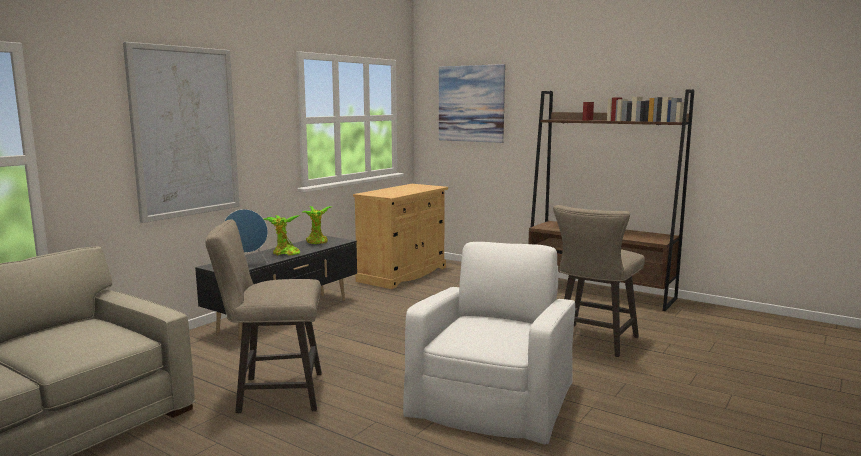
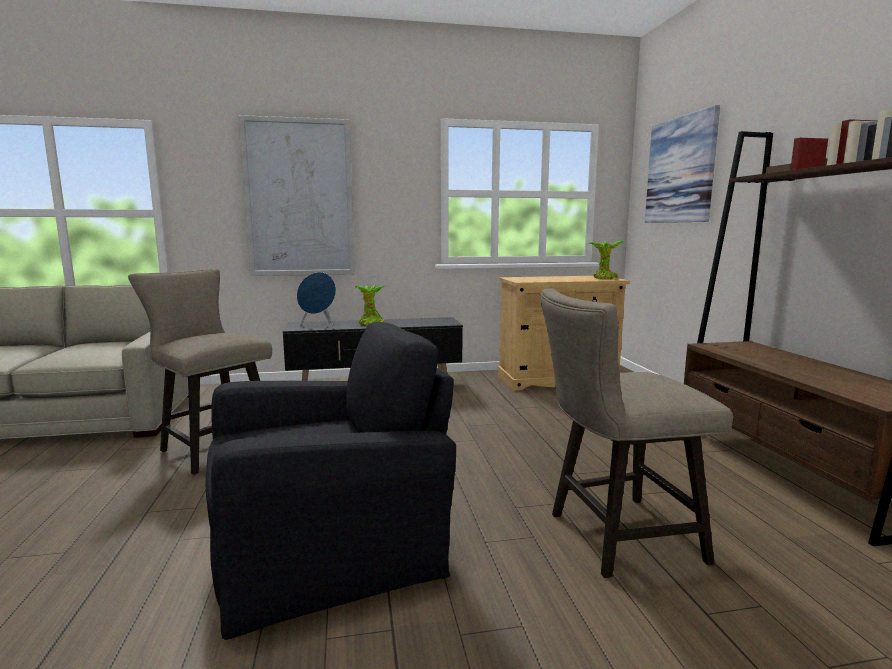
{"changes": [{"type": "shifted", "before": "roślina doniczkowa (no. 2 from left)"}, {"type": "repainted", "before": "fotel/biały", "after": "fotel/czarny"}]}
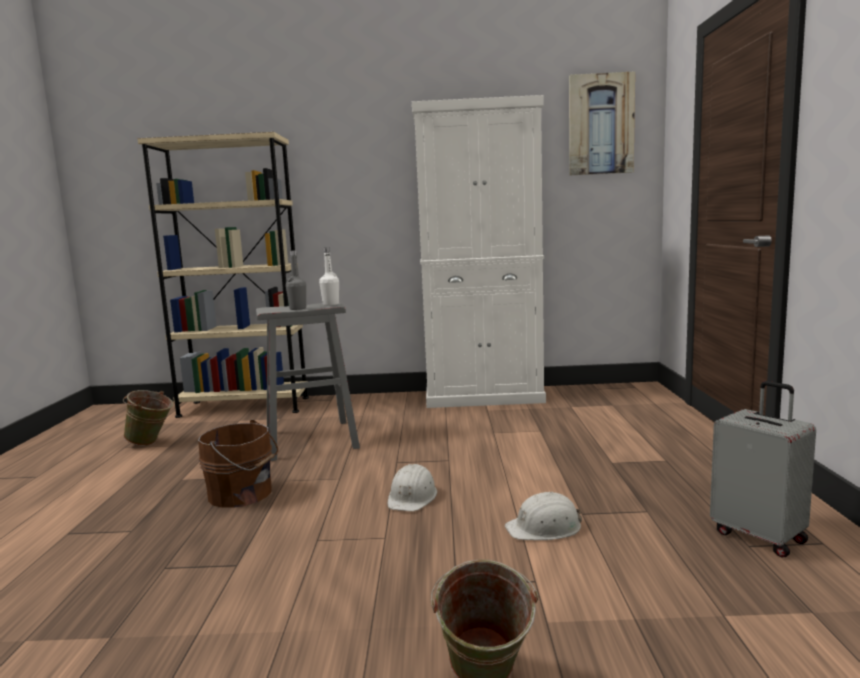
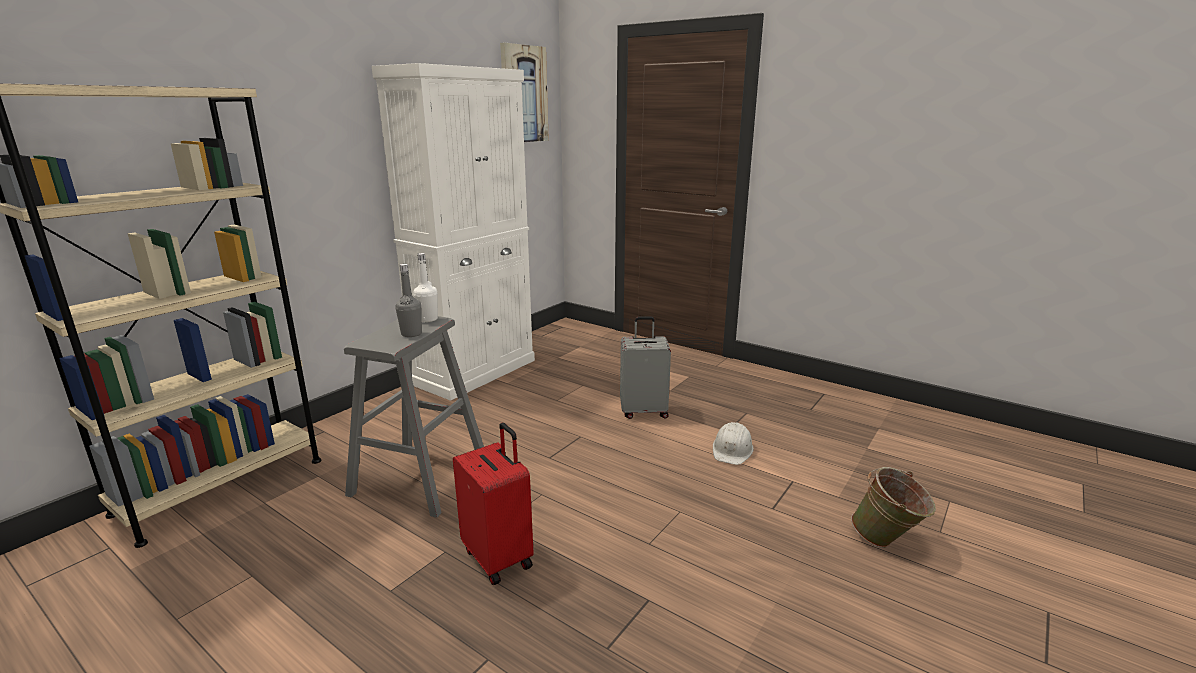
{"changes": [{"type": "shifted", "before": "walizka/szary"}, {"type": "gone", "before": "wiadro/zielony (no. 1 from left)"}, {"type": "swapped", "before": "wiadro/brązowy", "after": "walizka/czerwony"}, {"type": "gone", "before": "kask/biały (no. 1 from left)"}]}
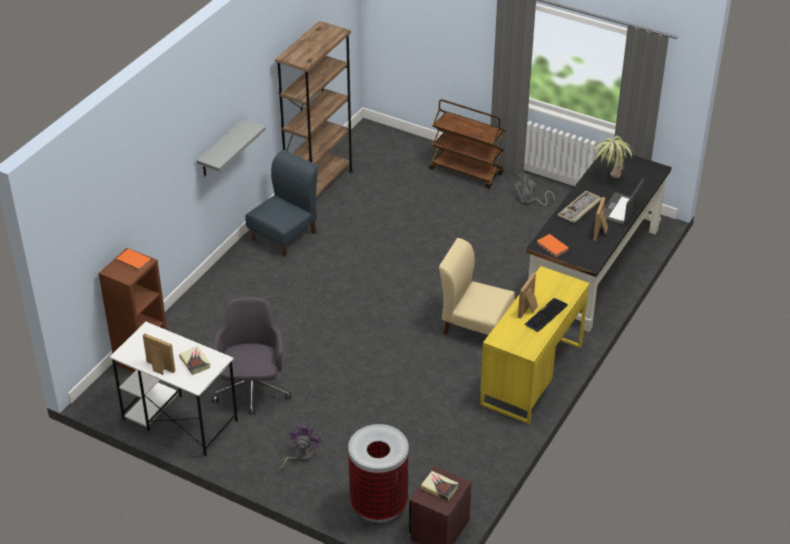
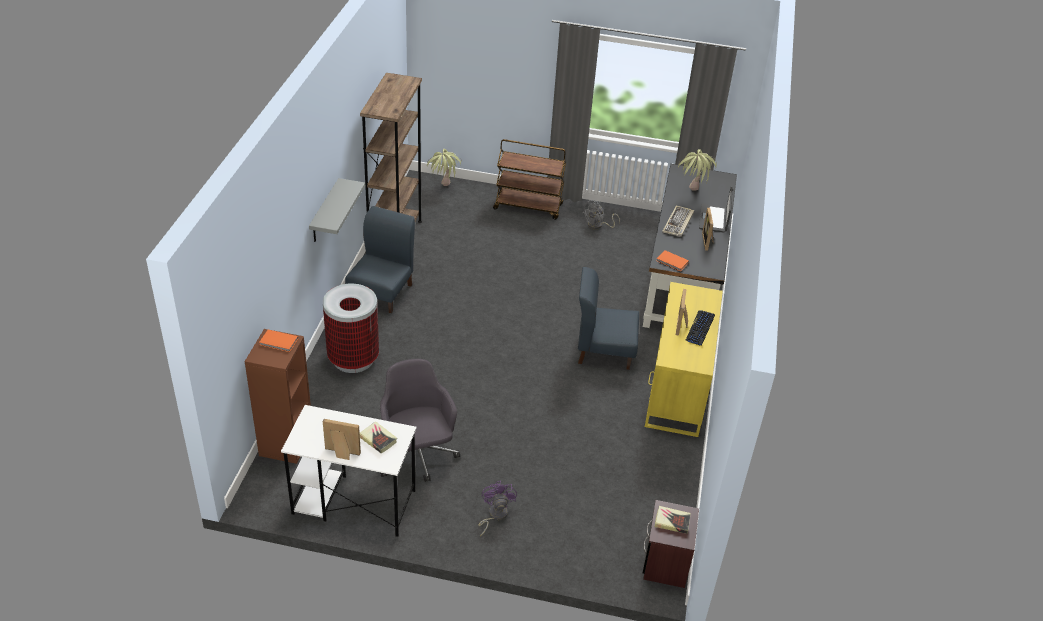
{"changes": [{"type": "repainted", "before": "krzesło/beżowy", "after": "krzesło/niebieski (no. 2 from left)"}, {"type": "shifted", "before": "kosz na śmieci"}, {"type": "new", "after": "roślina doniczkowa (no. 1 from left)"}]}
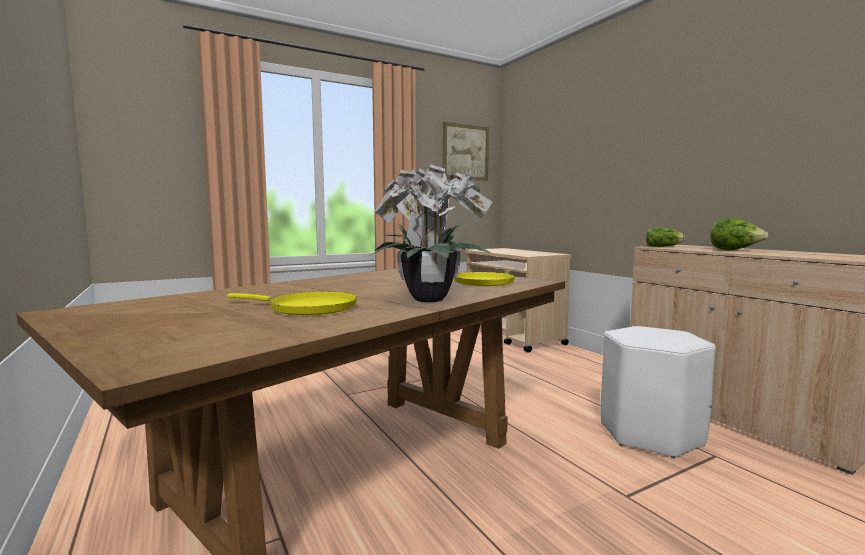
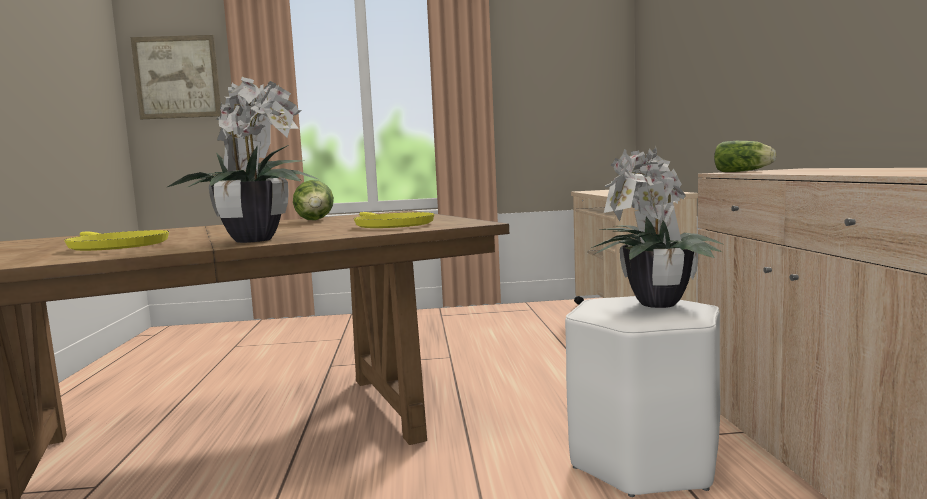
{"changes": [{"type": "shifted", "before": "obraz"}, {"type": "shifted", "before": "sałata (no. 2 from left in the first image)", "after": "sałata (no. 1 from left)"}, {"type": "new", "after": "roślina doniczkowa (no. 2 from left)"}]}
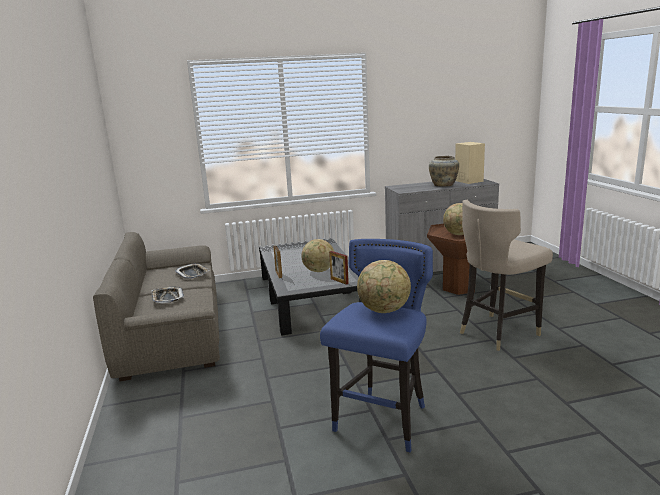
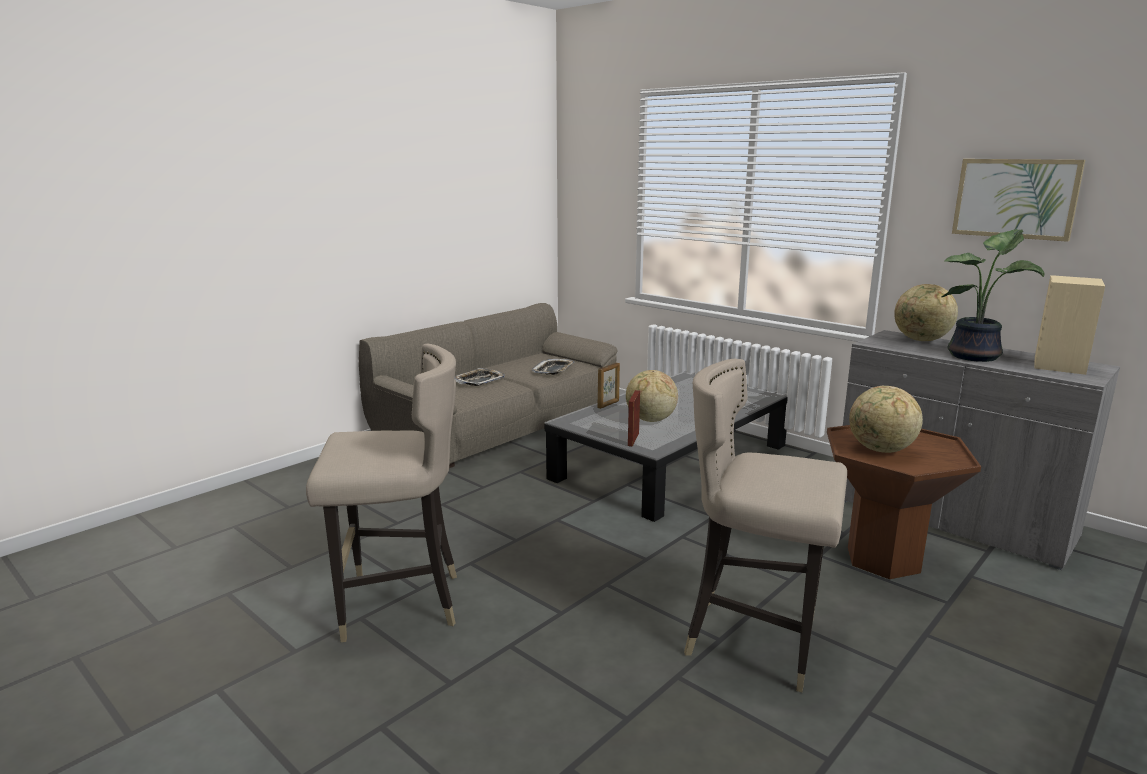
{"changes": [{"type": "swapped", "before": "wazon/beżowy", "after": "roślina doniczkowa"}, {"type": "repainted", "before": "stołek/niebieski", "after": "stołek/beżowy (no. 1 from left)"}, {"type": "shifted", "before": "globus (no. 2 from left in the first image)", "after": "globus (no. 3 from left)"}, {"type": "new", "after": "obraz"}]}
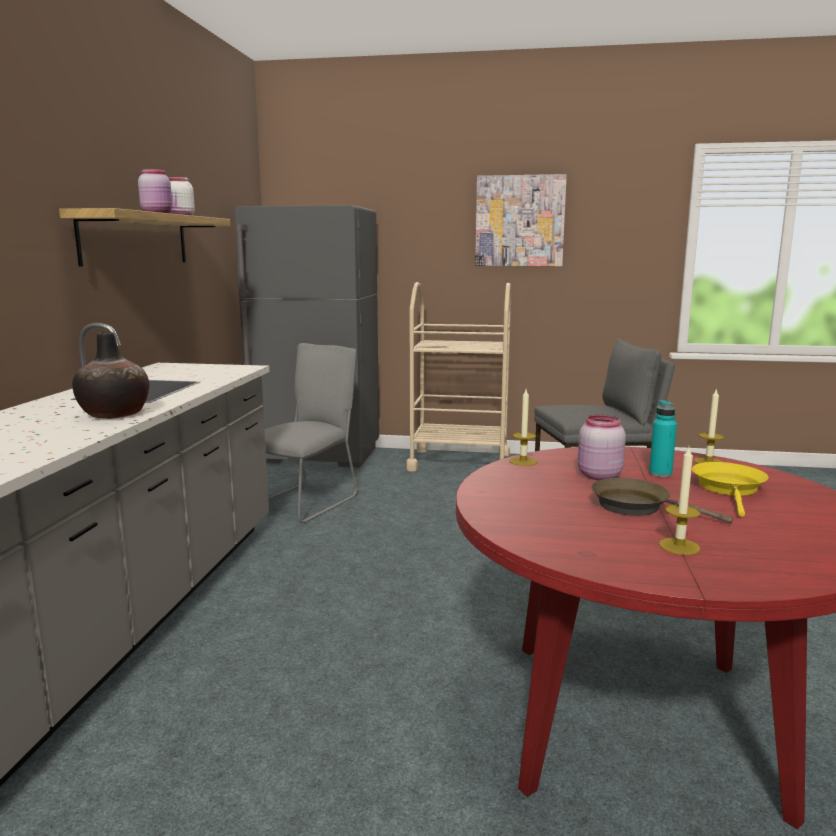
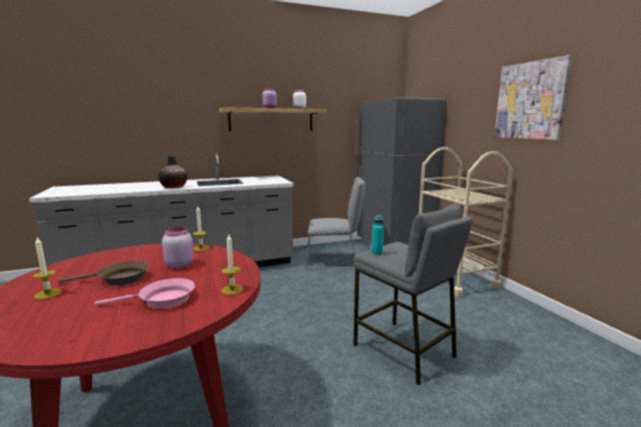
{"changes": [{"type": "shifted", "before": "butelka/turkusowy"}, {"type": "repainted", "before": "patelnia/żółty", "after": "patelnia/różowy"}, {"type": "rotated", "before": "patelnia/brązowy", "turn": 75}]}
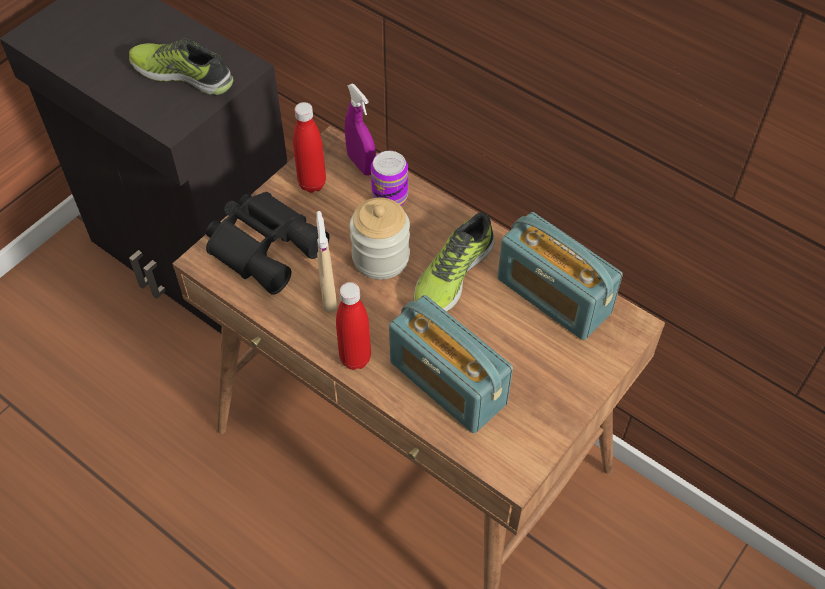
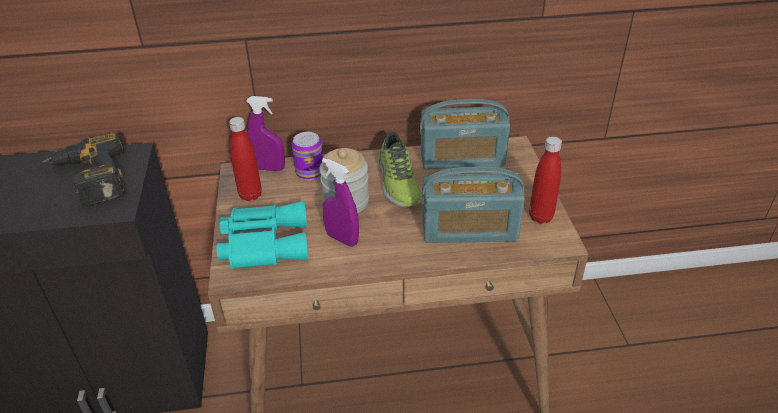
{"changes": [{"type": "swapped", "before": "but (no. 1 from left)", "after": "wiertarka"}, {"type": "repainted", "before": "lornetka/czarny", "after": "lornetka/turkusowy"}, {"type": "repainted", "before": "spryskiwacz/beżowy", "after": "spryskiwacz/fioletowy (no. 2 from left)"}, {"type": "shifted", "before": "butelka/czerwony (no. 2 from left)"}]}
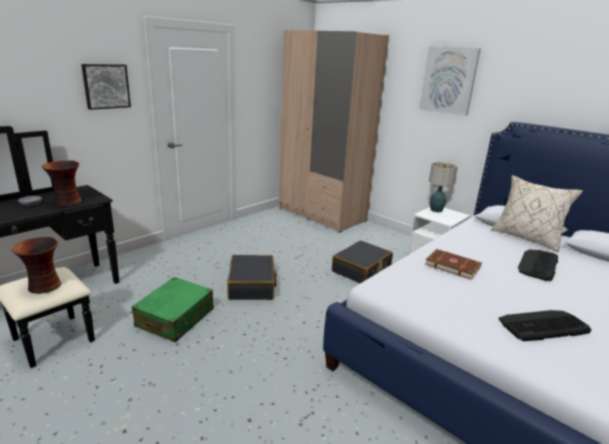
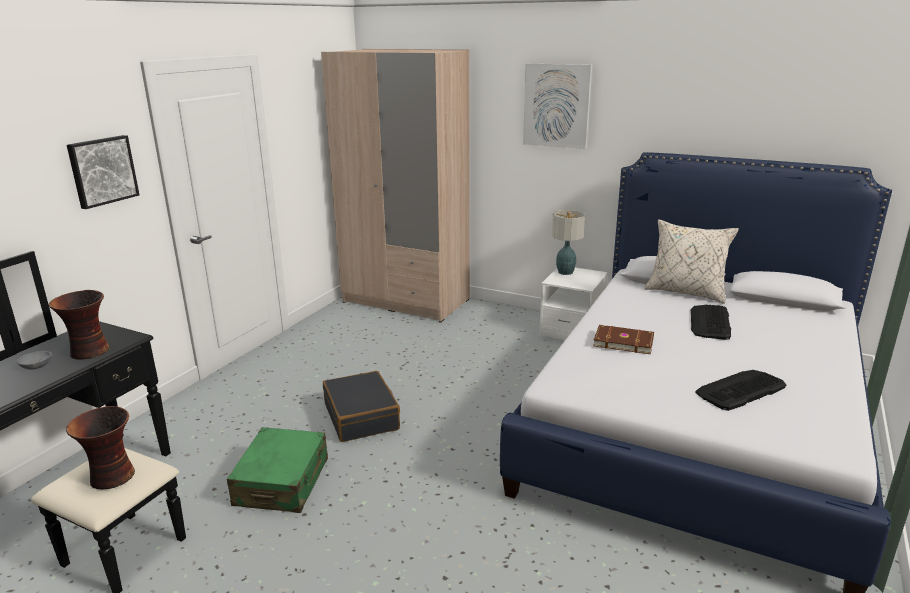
{"changes": [{"type": "gone", "before": "walizka/czarny (no. 2 from left)"}]}
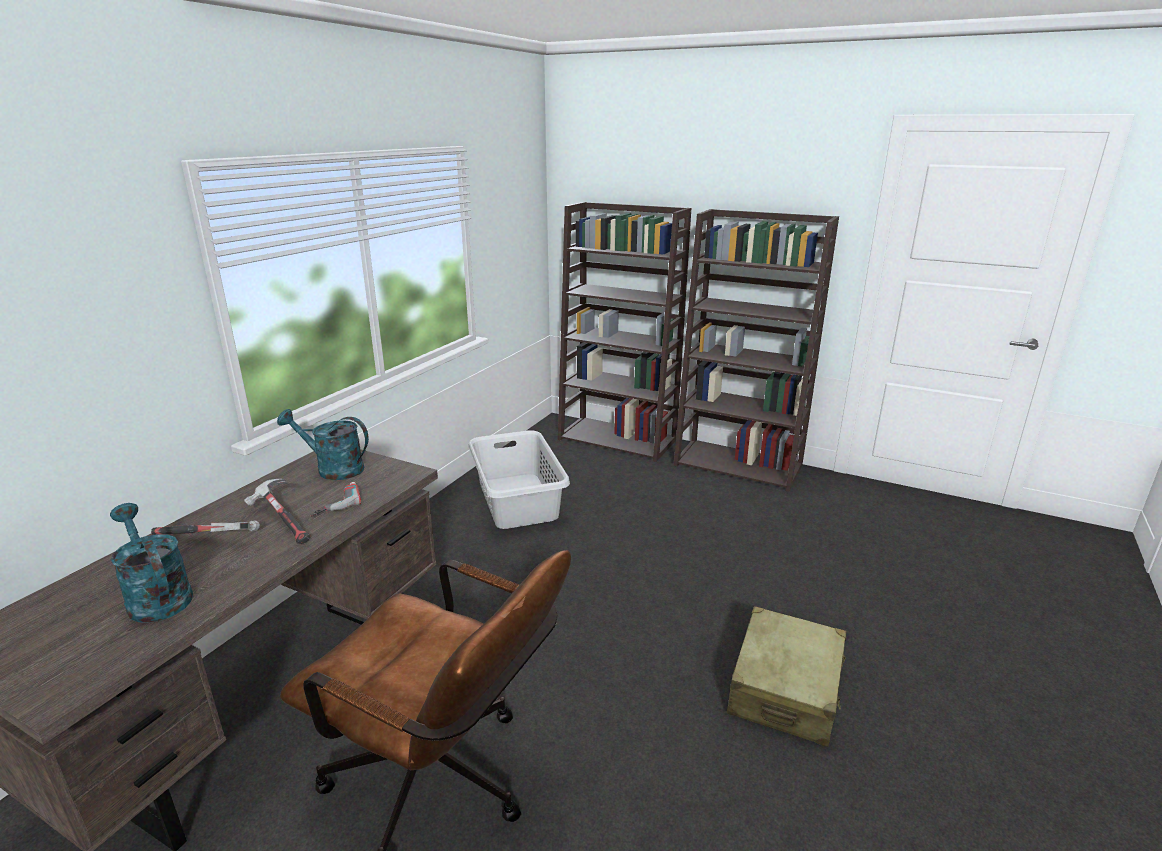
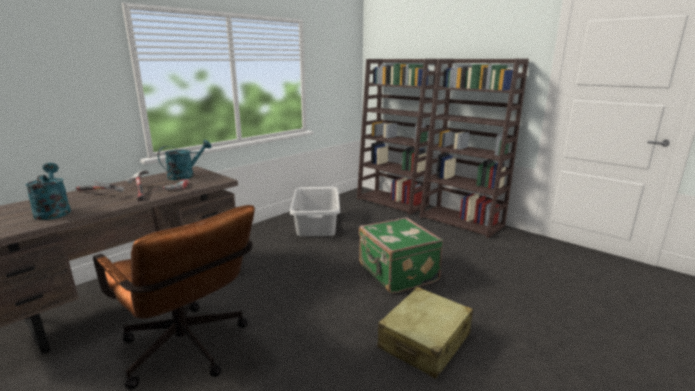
{"changes": [{"type": "rotated", "before": "konewka/turkusowy (no. 2 from left)", "turn": 105}, {"type": "new", "after": "walizka/zielony"}]}
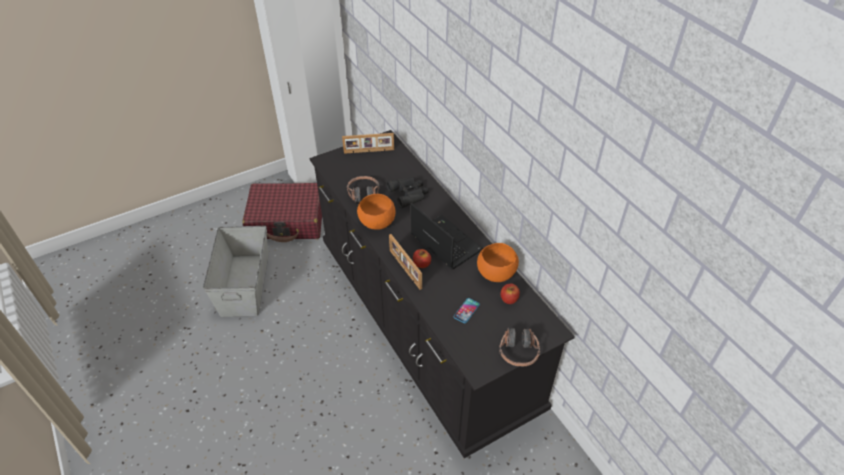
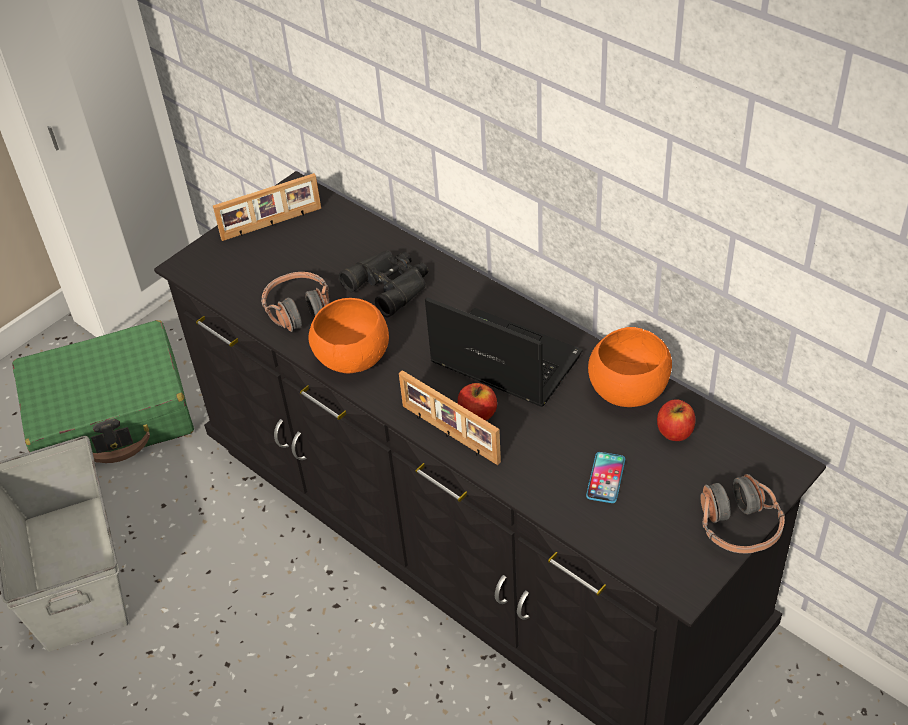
{"changes": [{"type": "repainted", "before": "walizka/czerwony", "after": "walizka/zielony"}]}
